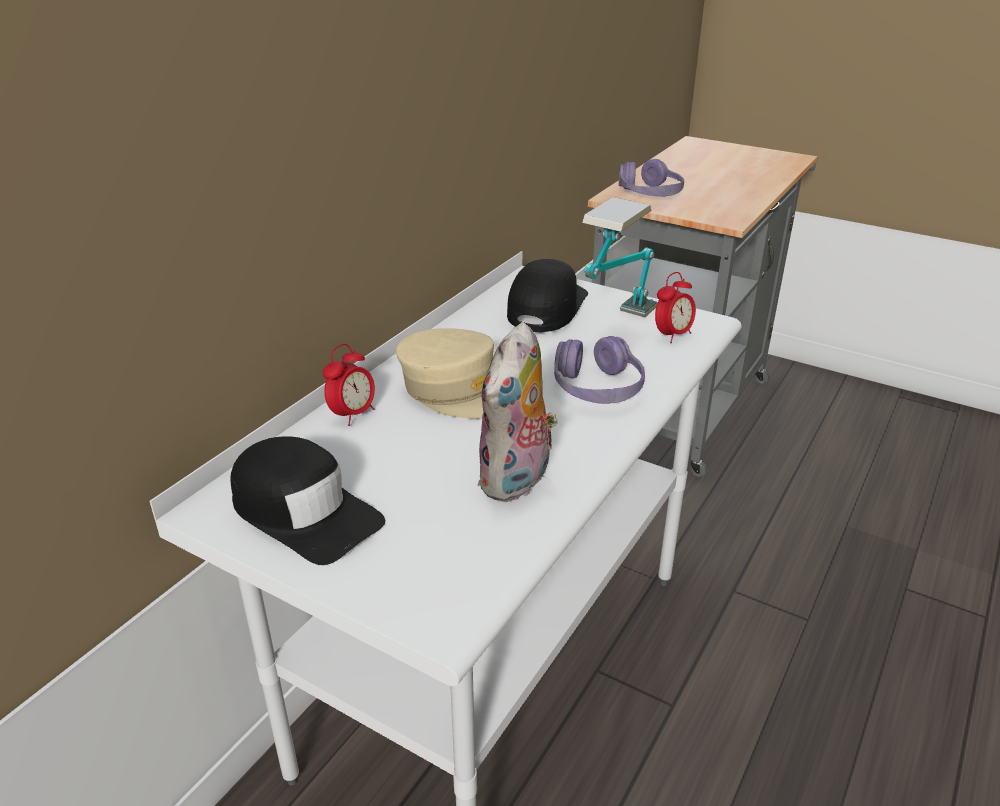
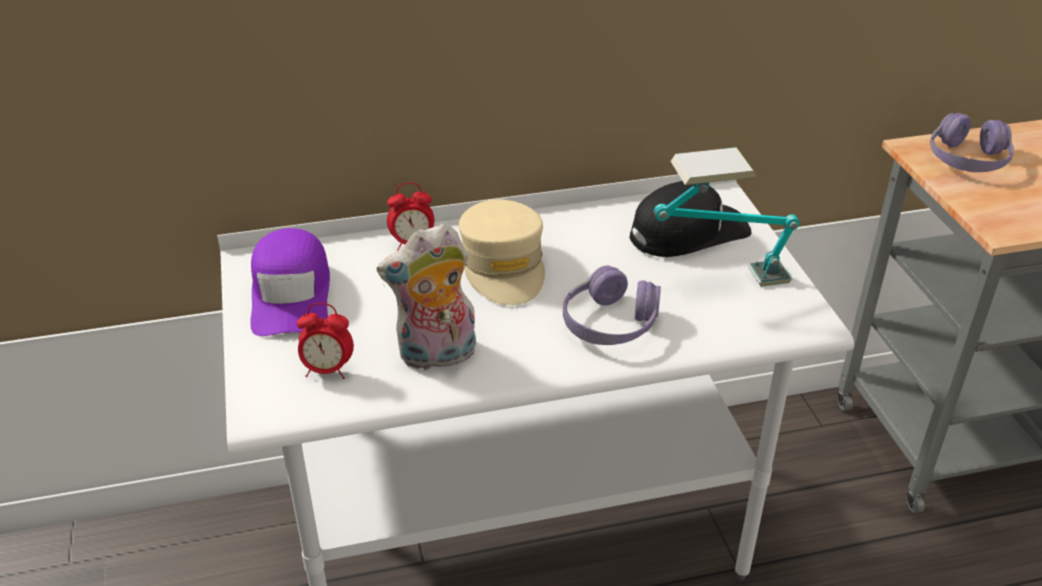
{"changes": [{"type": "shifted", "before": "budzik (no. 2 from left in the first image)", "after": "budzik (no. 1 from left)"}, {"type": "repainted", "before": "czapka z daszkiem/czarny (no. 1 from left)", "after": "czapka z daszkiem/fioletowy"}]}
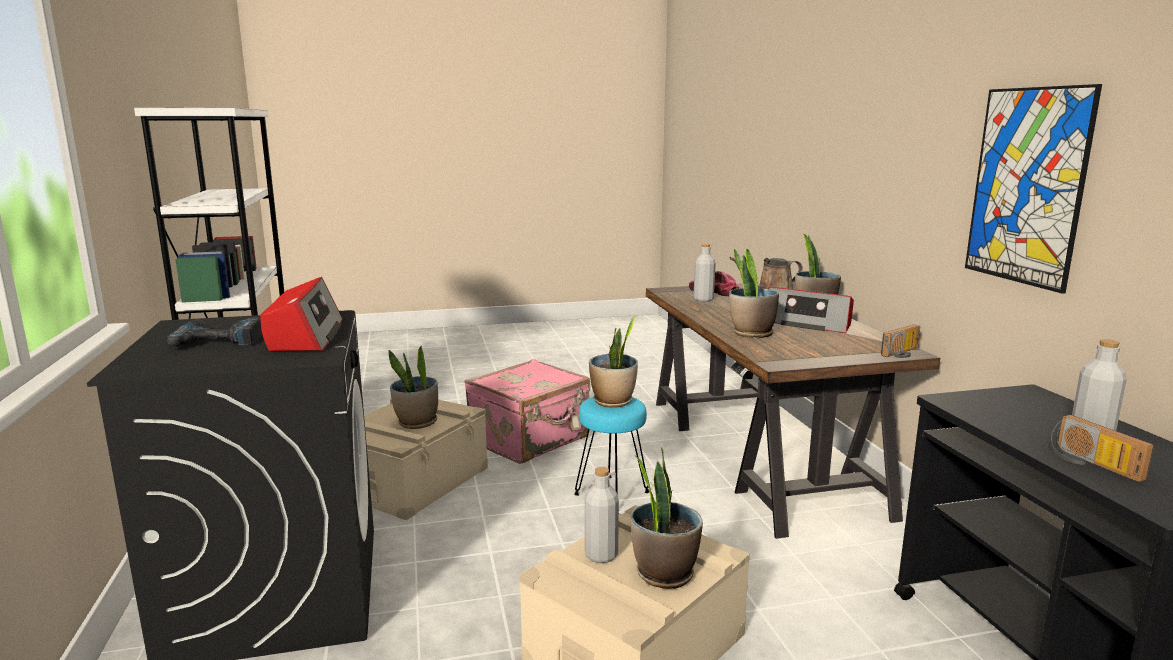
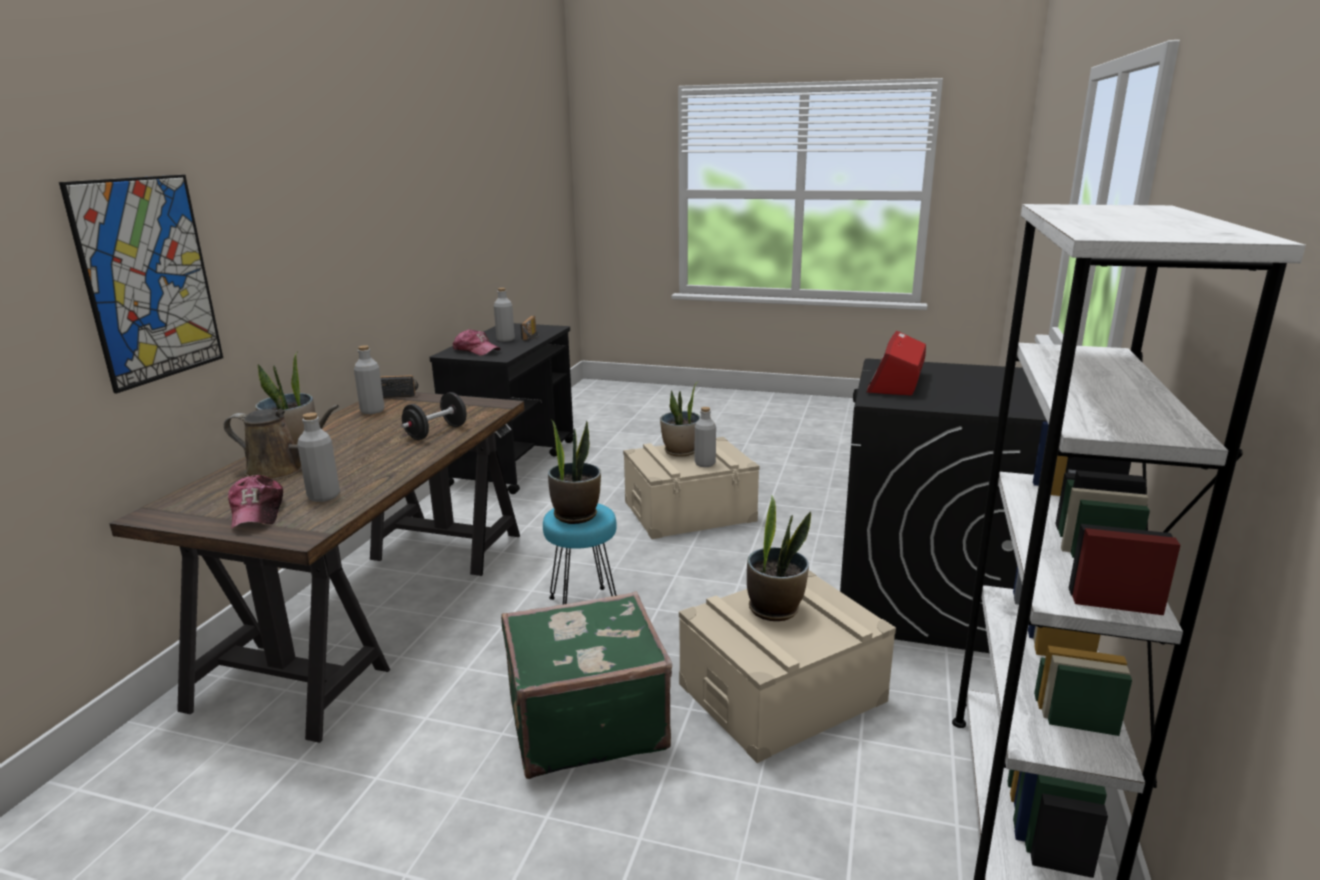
{"changes": [{"type": "shifted", "before": "obraz"}, {"type": "swapped", "before": "roślina doniczkowa (no. 4 from left)", "after": "hantel/czarny"}, {"type": "gone", "before": "radio (no. 2 from left)"}, {"type": "gone", "before": "wiertarka"}, {"type": "repainted", "before": "walizka/różowy", "after": "walizka/zielony"}, {"type": "new", "after": "czapka z daszkiem (no. 2 from left)"}, {"type": "new", "after": "butelka/szary (no. 2 from left)"}]}
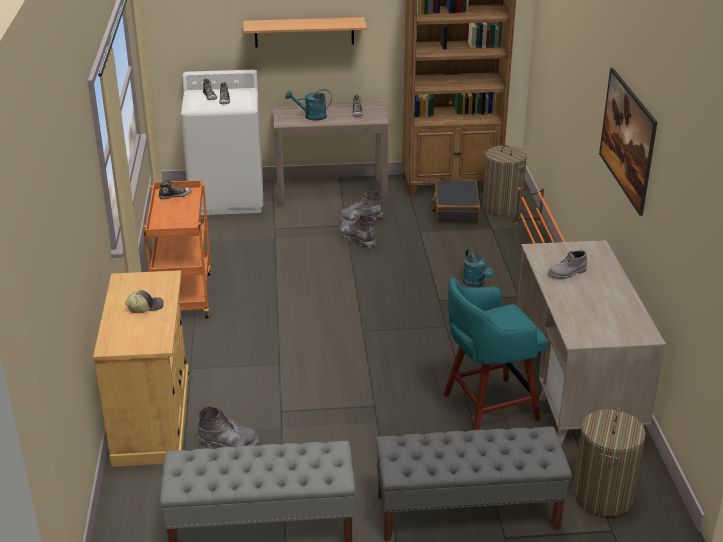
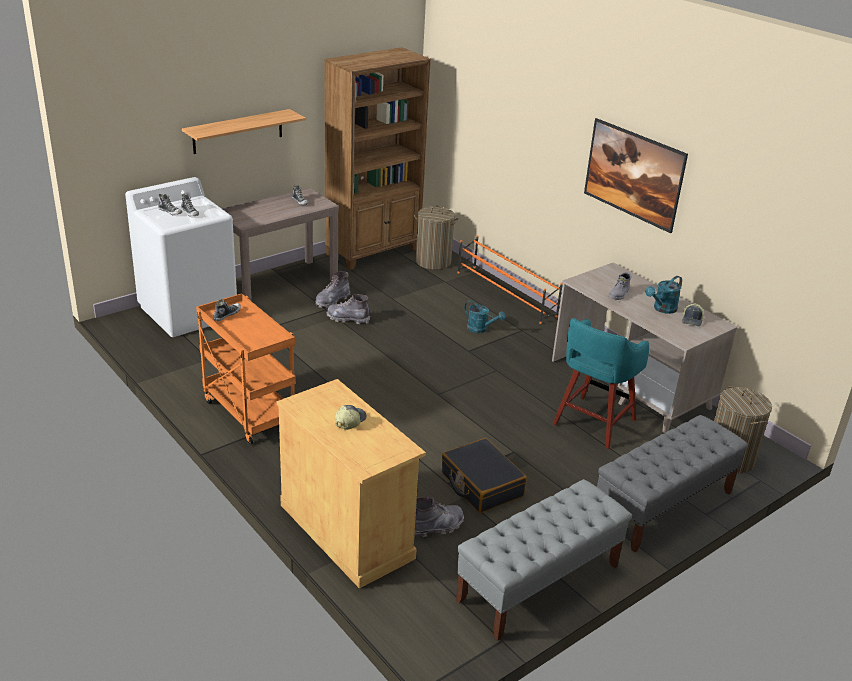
{"changes": [{"type": "shifted", "before": "konewka/turkusowy (no. 1 from left in the first image)", "after": "konewka/turkusowy (no. 2 from left)"}, {"type": "shifted", "before": "walizka/czarny"}, {"type": "new", "after": "czapka z daszkiem (no. 2 from left)"}]}
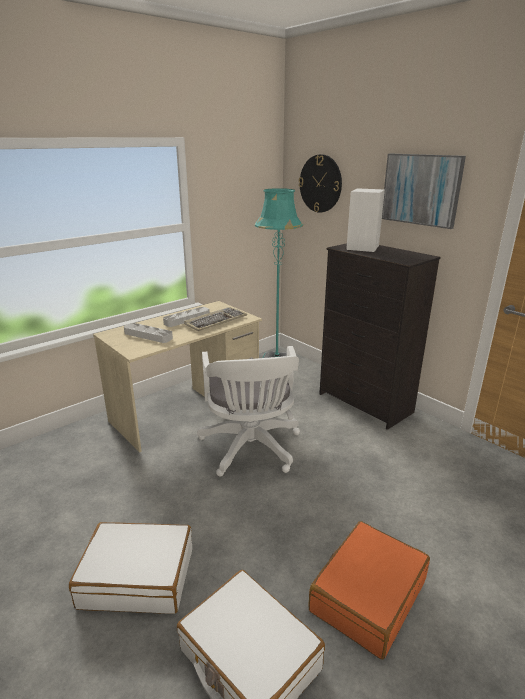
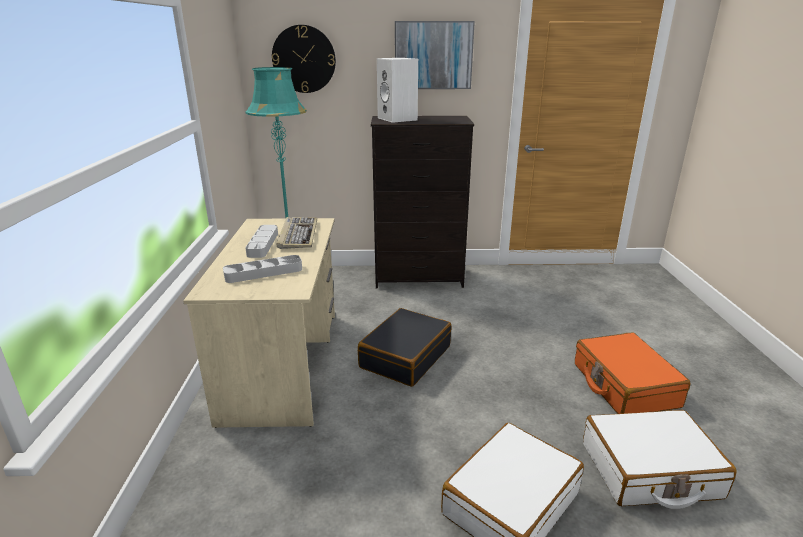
{"changes": [{"type": "swapped", "before": "krzesło biurowe/biały", "after": "walizka/czarny"}]}
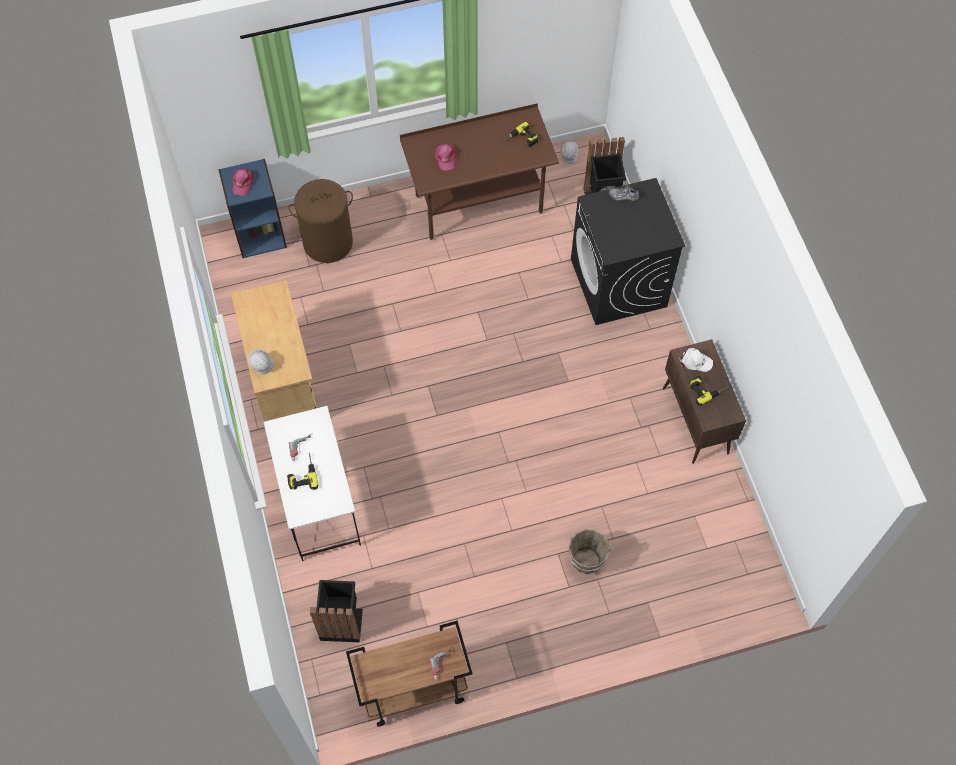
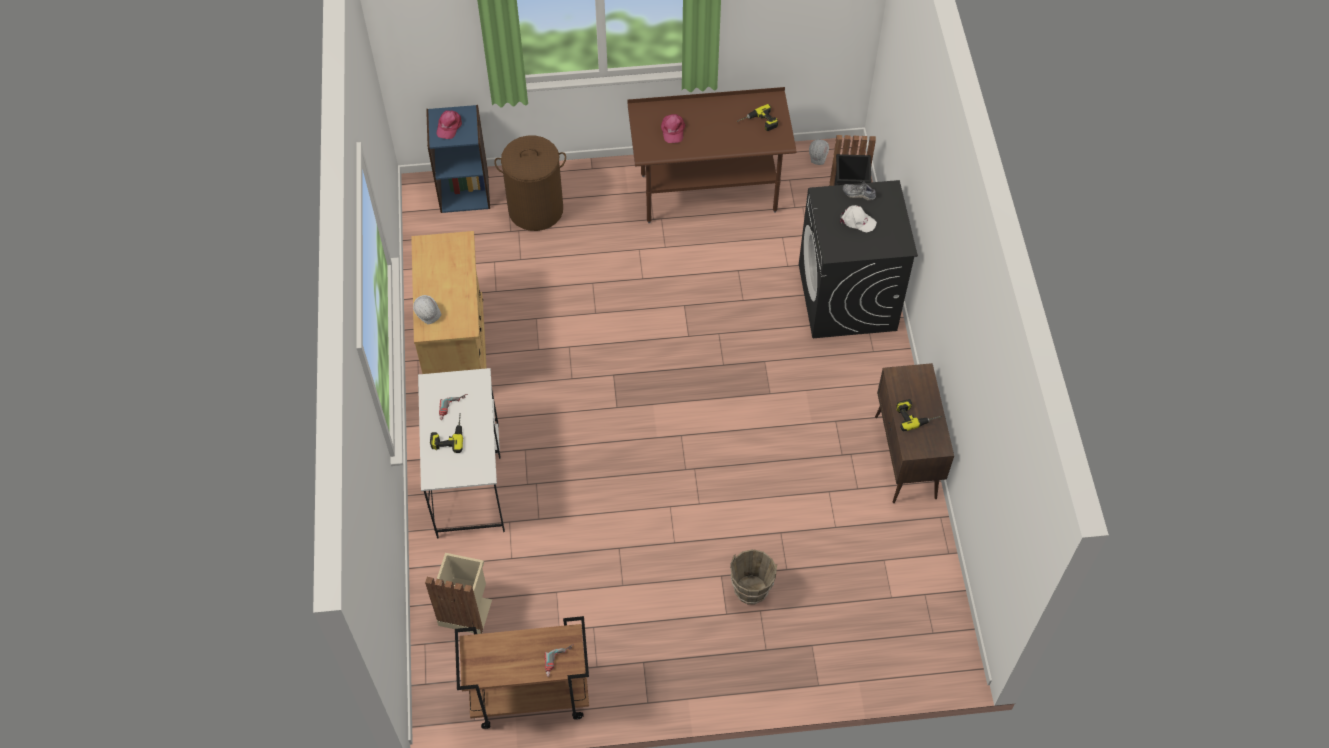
{"changes": [{"type": "shifted", "before": "czapka z daszkiem/biały"}, {"type": "repainted", "before": "kosz na śmieci/czarny (no. 1 from left)", "after": "kosz na śmieci/beżowy"}]}
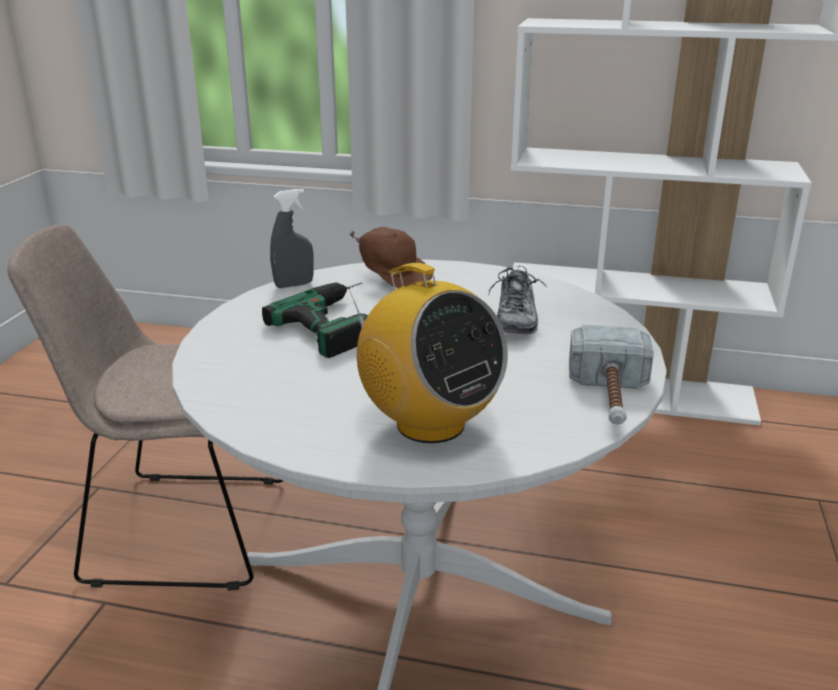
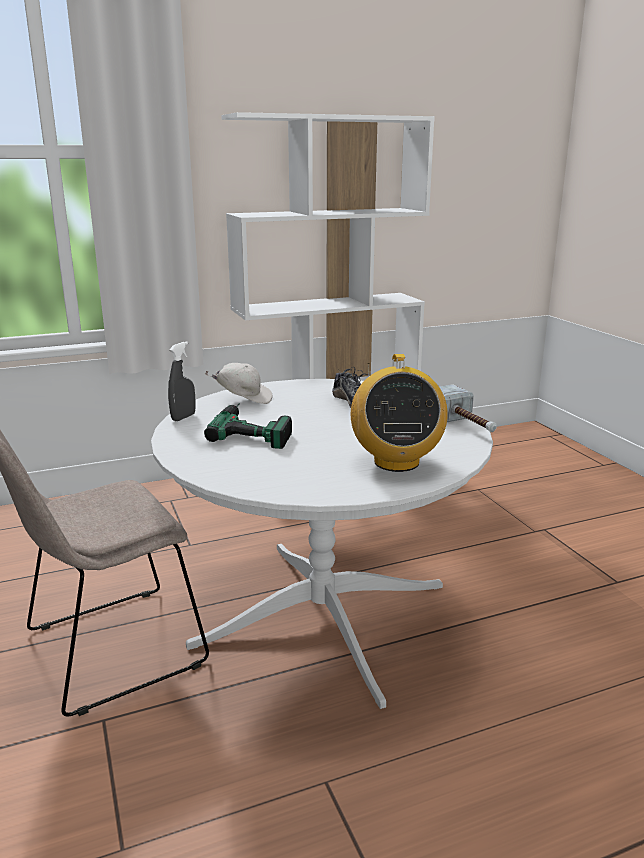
{"changes": [{"type": "repainted", "before": "czapka z daszkiem/brązowy", "after": "czapka z daszkiem/biały"}, {"type": "rotated", "before": "radio", "turn": 75}]}
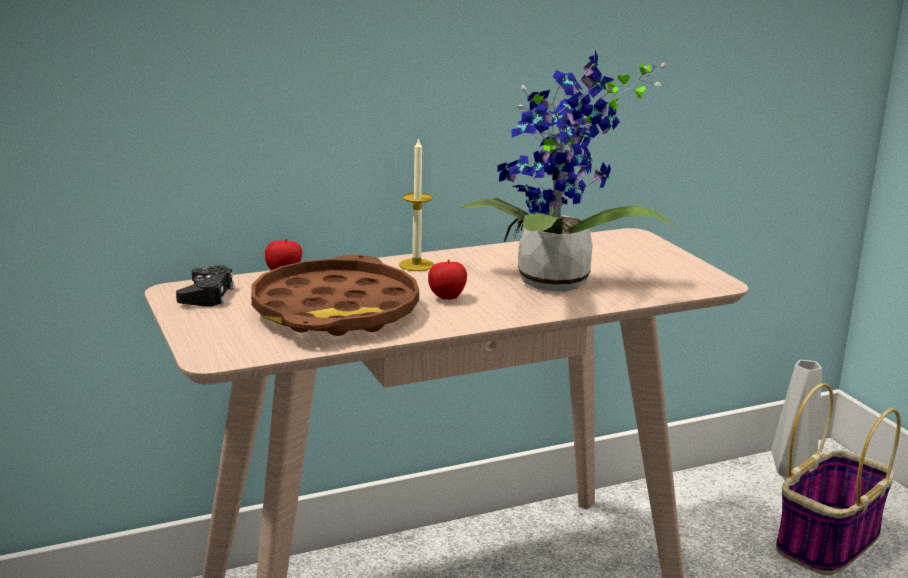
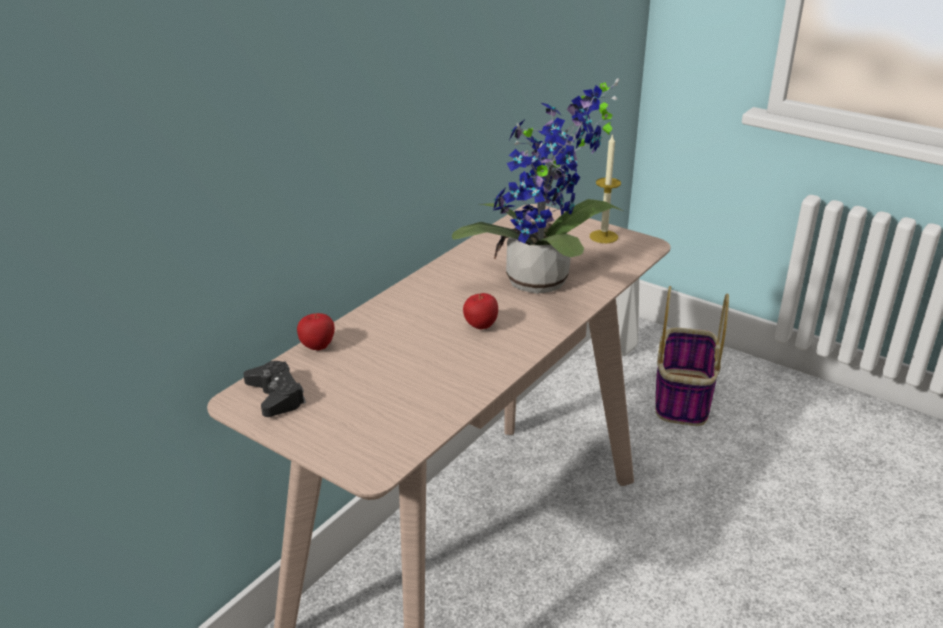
{"changes": [{"type": "shifted", "before": "świeca"}, {"type": "gone", "before": "taca/brązowy"}]}
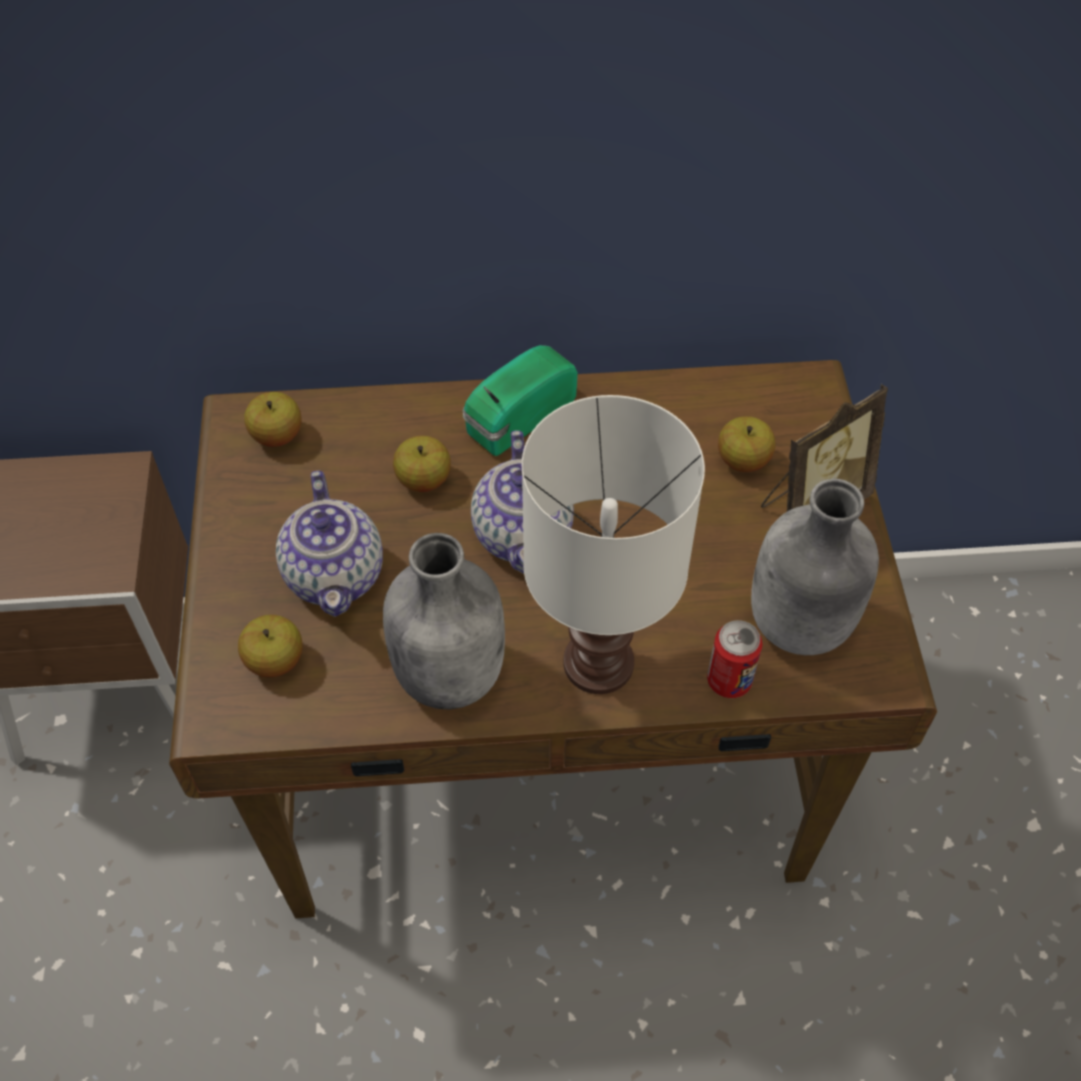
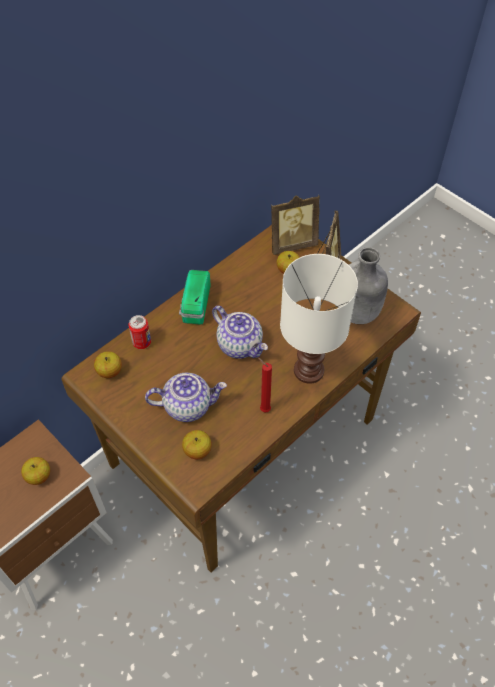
{"changes": [{"type": "shifted", "before": "jabłko (no. 3 from left in the first image)", "after": "jabłko (no. 1 from left)"}, {"type": "rotated", "before": "imbryk (no. 1 from left)", "turn": -45}, {"type": "swapped", "before": "butelka/szary (no. 1 from left)", "after": "świeca/czerwony"}, {"type": "shifted", "before": "puszka"}, {"type": "new", "after": "ramka na zdjęcie (no. 1 from left)"}]}
